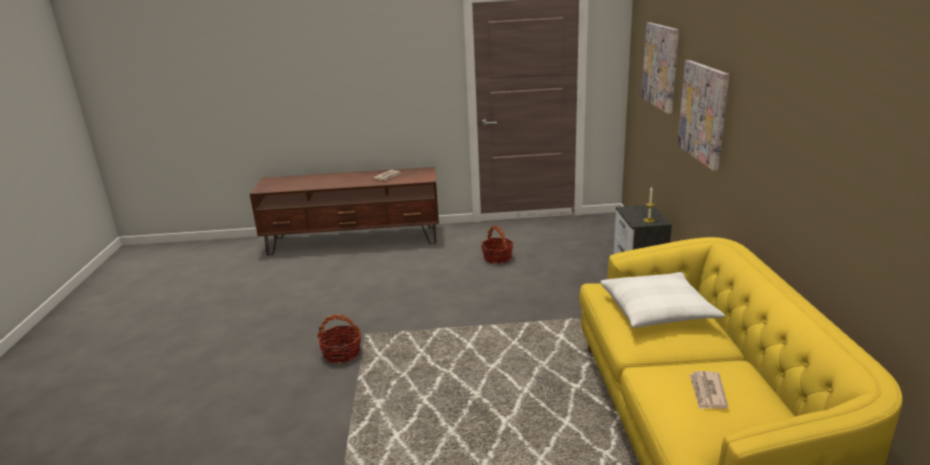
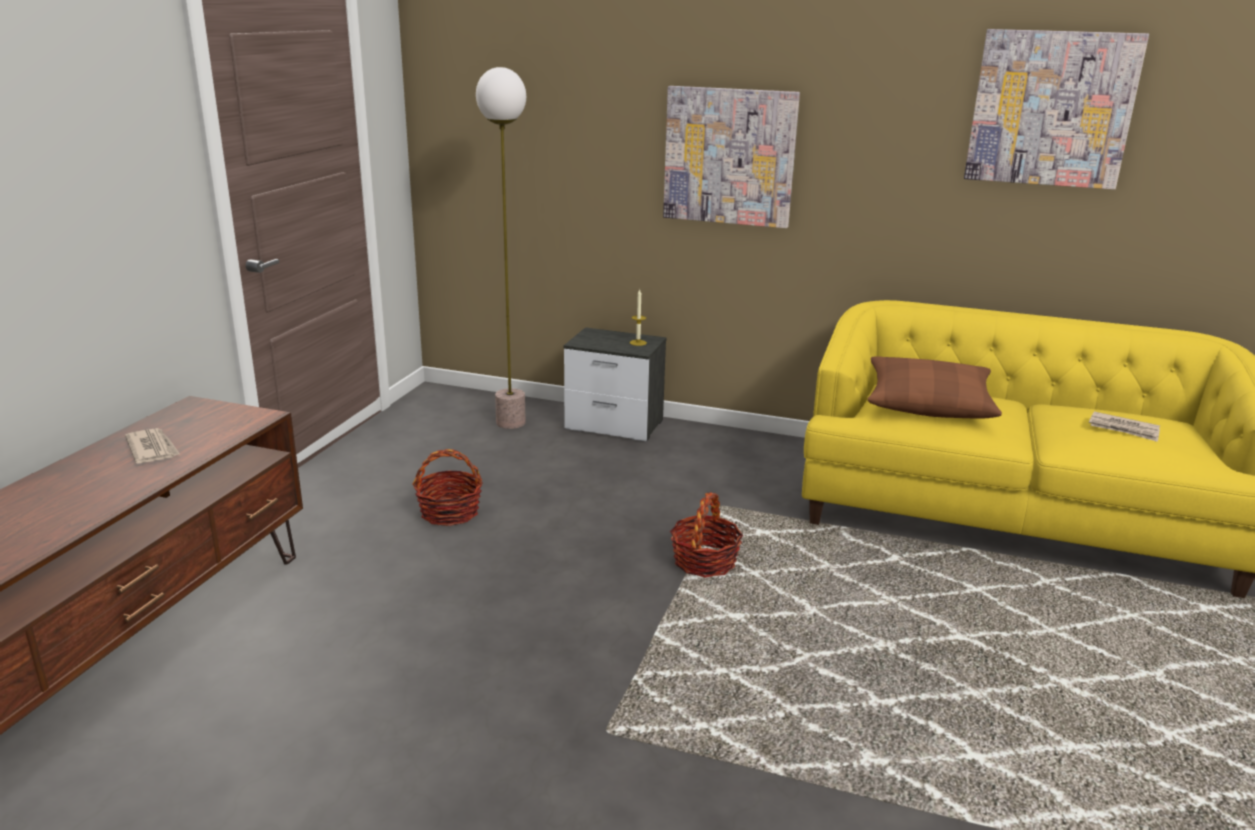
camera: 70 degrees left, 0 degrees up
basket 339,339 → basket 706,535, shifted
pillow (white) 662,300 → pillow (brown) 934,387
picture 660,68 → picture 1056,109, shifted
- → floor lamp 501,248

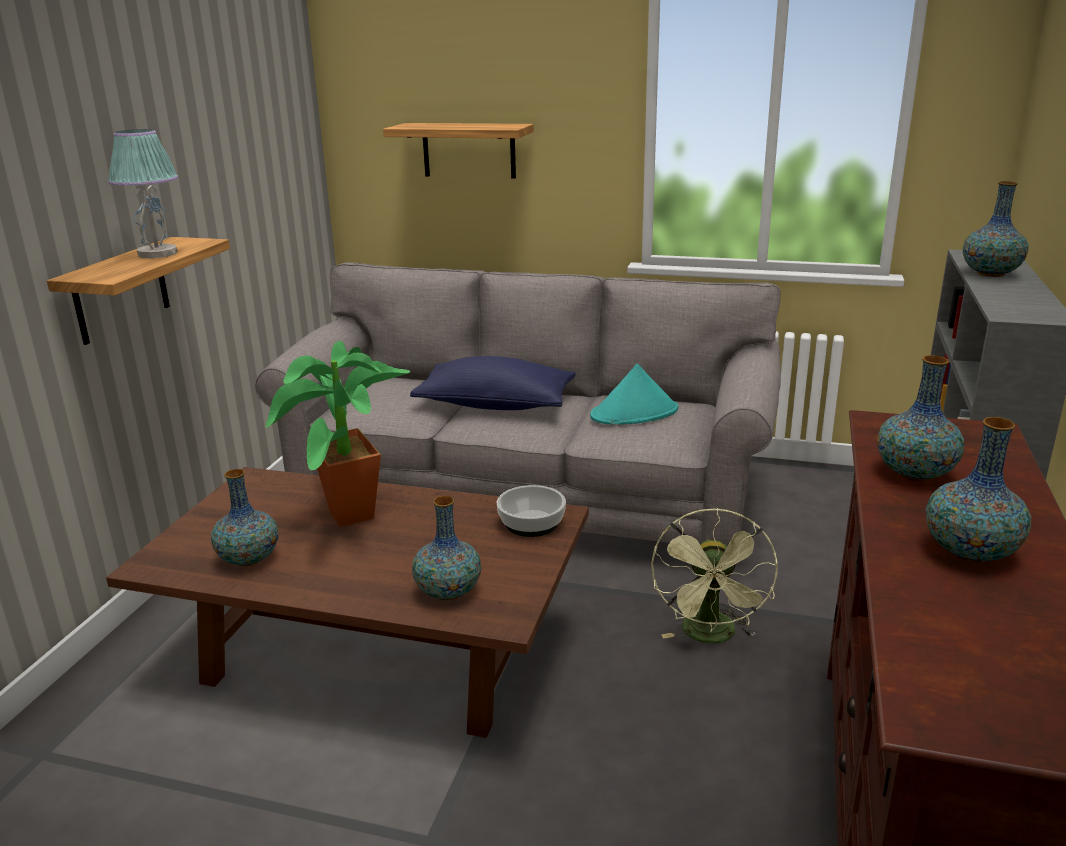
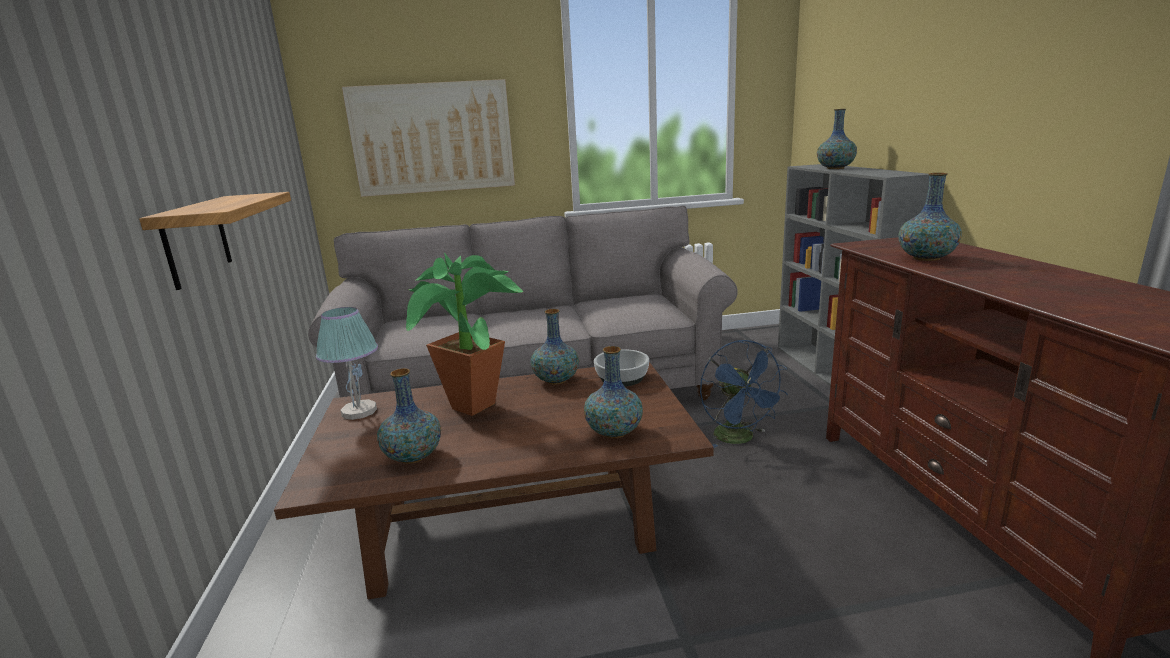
camera: 25 degrees left, 5 degrees down
table lamp 143,194 → table lamp 347,363, shifted
shelf 458,151 → picture 428,138
pillow (blue) 493,383 → -
hat (turquoise) 634,394 → -
fan (green) 714,576 → fan (blue) 744,394
vase 979,490 → vase 555,347, shifted

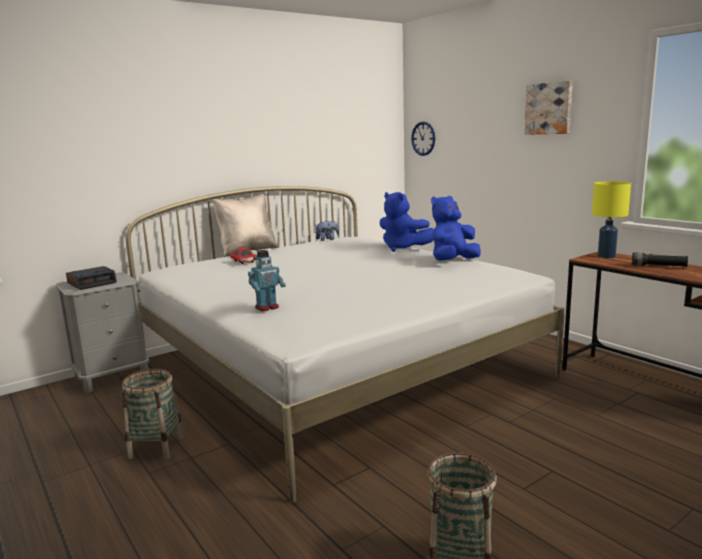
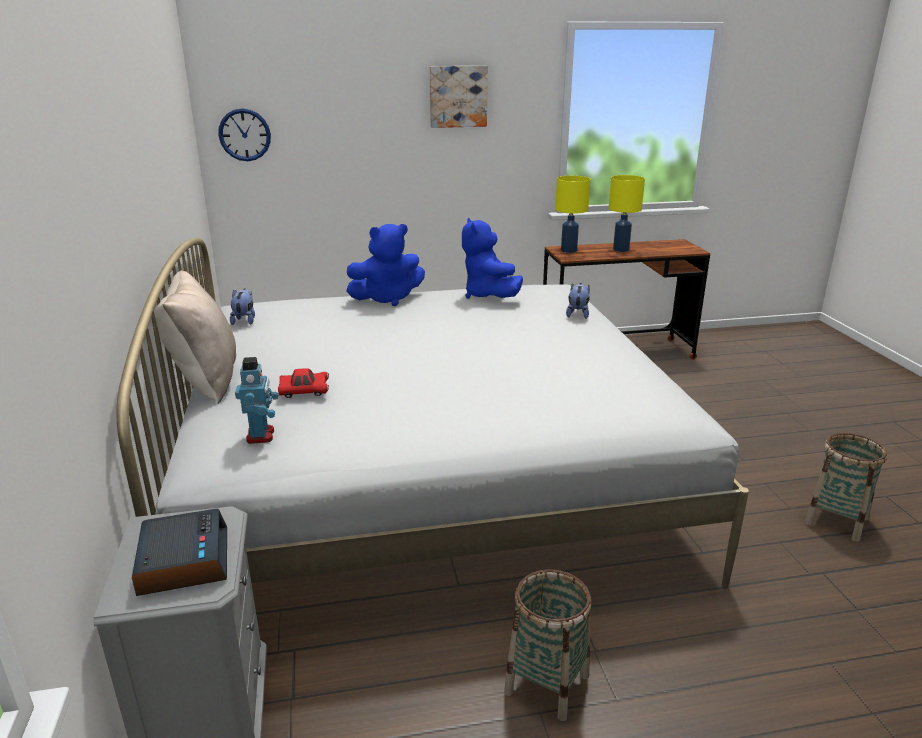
camera: 65 degrees left, 10 degrees up
toy robot 267,281 → toy robot 257,400, shifted
flashlight (black) 660,259 → table lamp (yellow) 627,213
- → plush toy 578,301

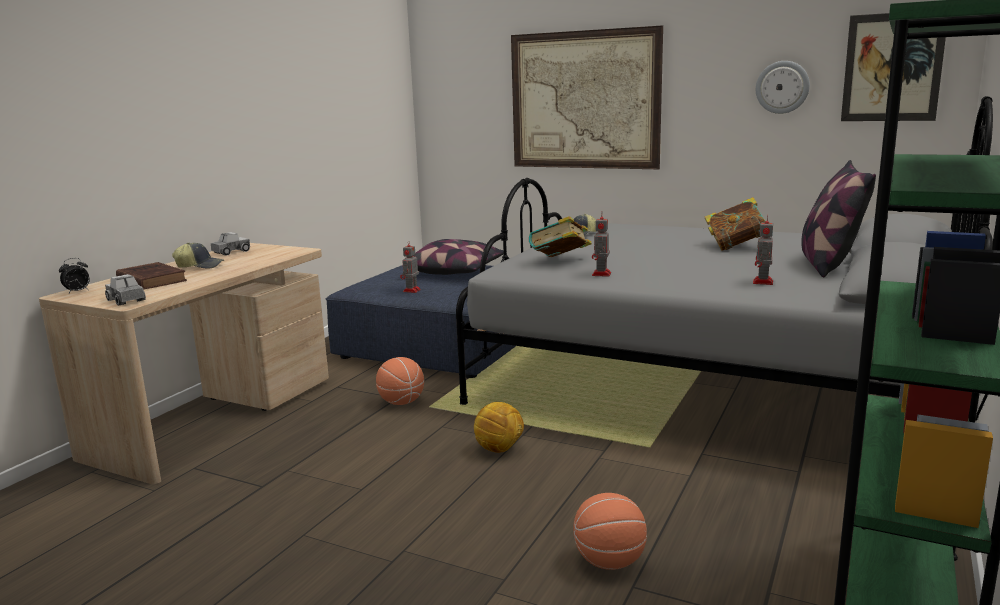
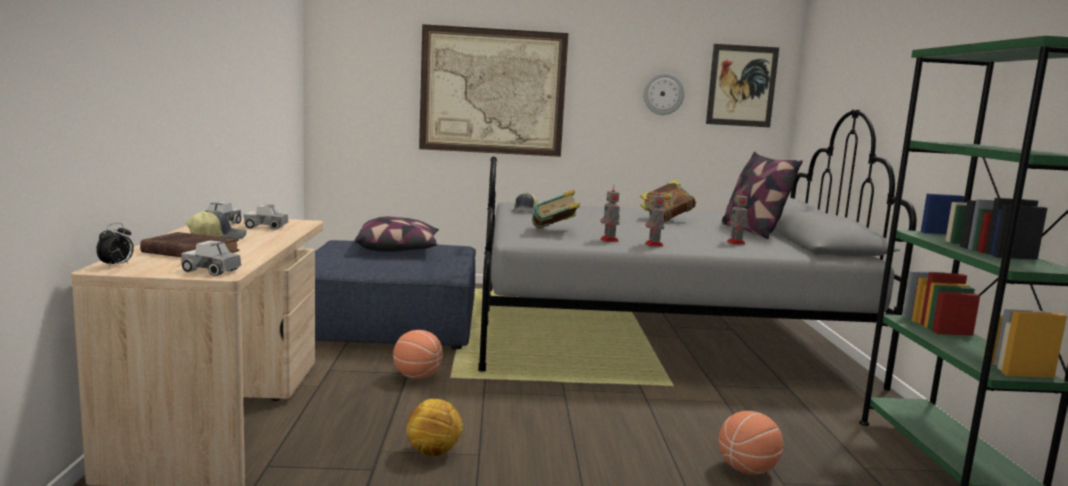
camera: 30 degrees left, 5 degrees down
toy robot 410,266 → toy robot 655,218, shifted
football 499,427 → football 435,427, shifted
- → toy truck 266,217

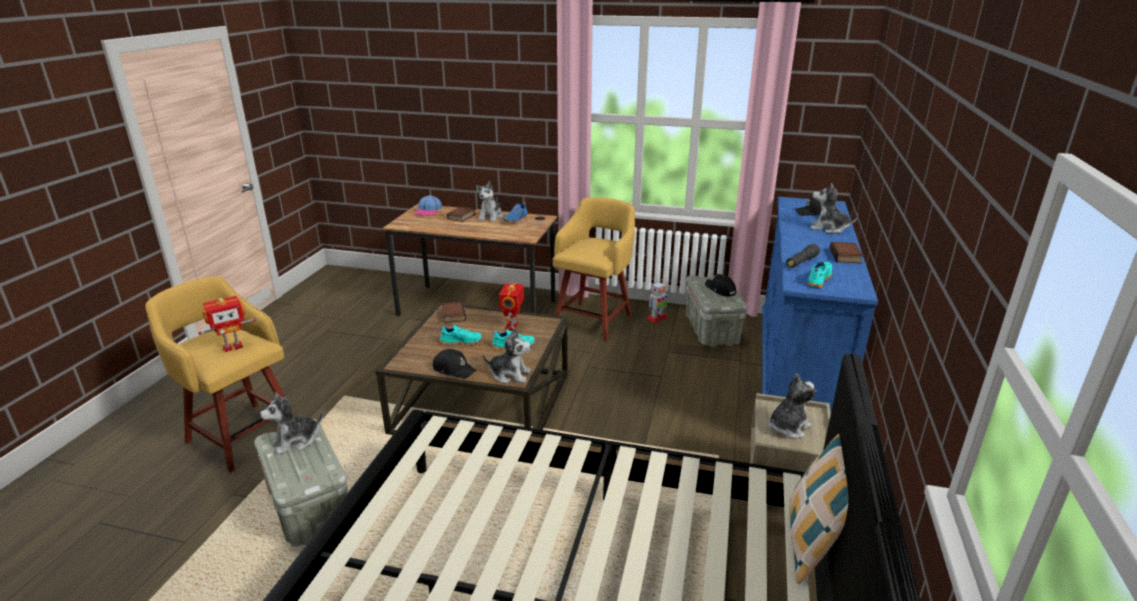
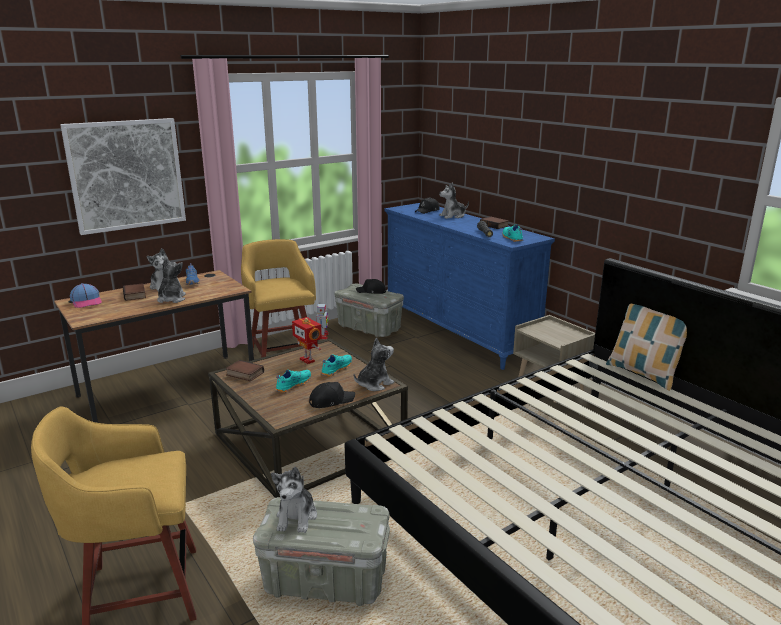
camera: 50 degrees left, 5 degrees down
toy robot 227,324 → -
plush toy 792,406 → plush toy 171,280, shifted
- → picture 123,176

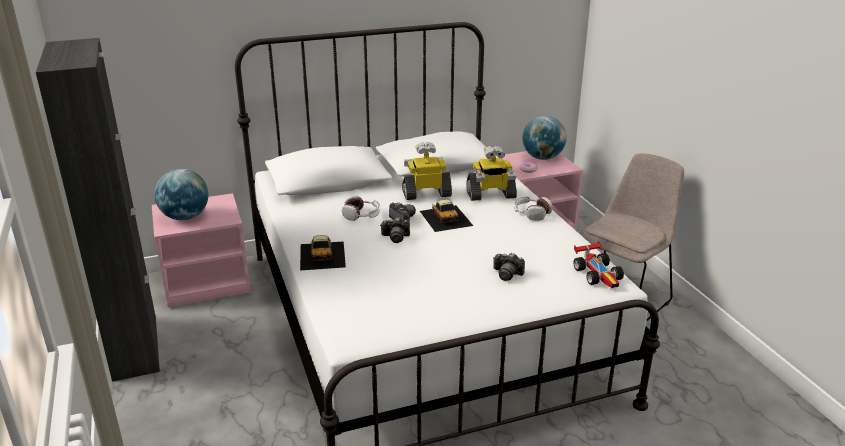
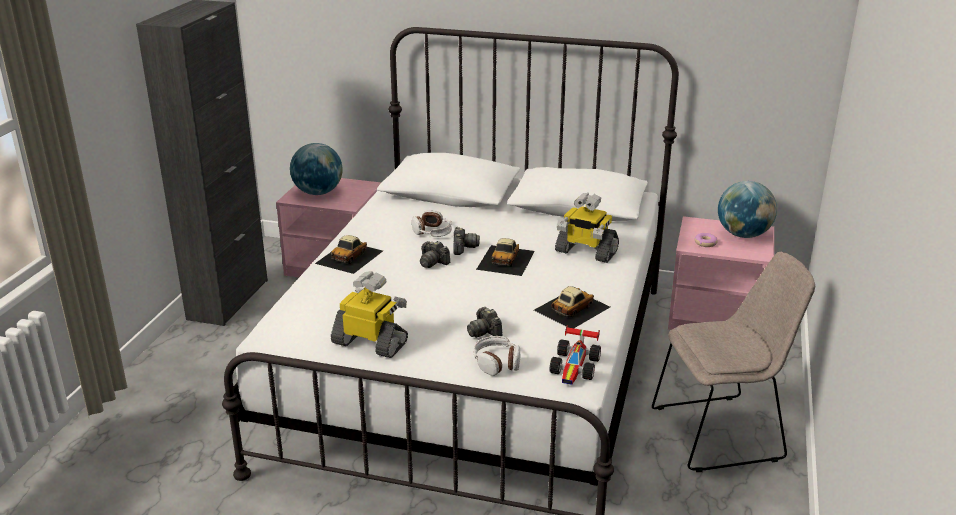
camera: 35 degrees right, 0 degrees up
toy robot 427,171 → toy robot 369,314, shifted
headphones 533,208 → headphones 497,356, shifted
- → toy car 572,307

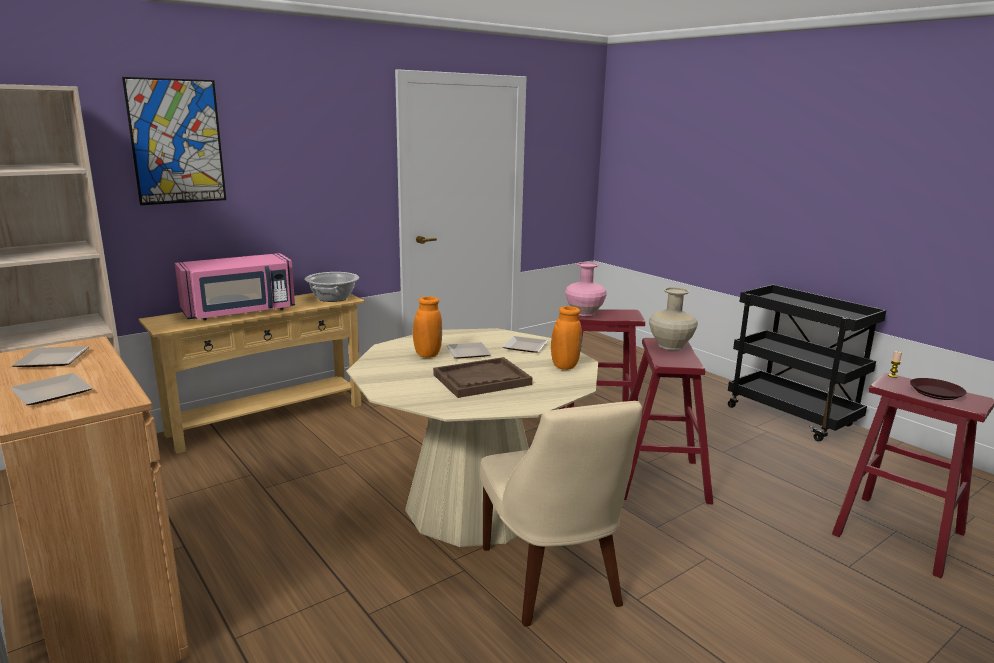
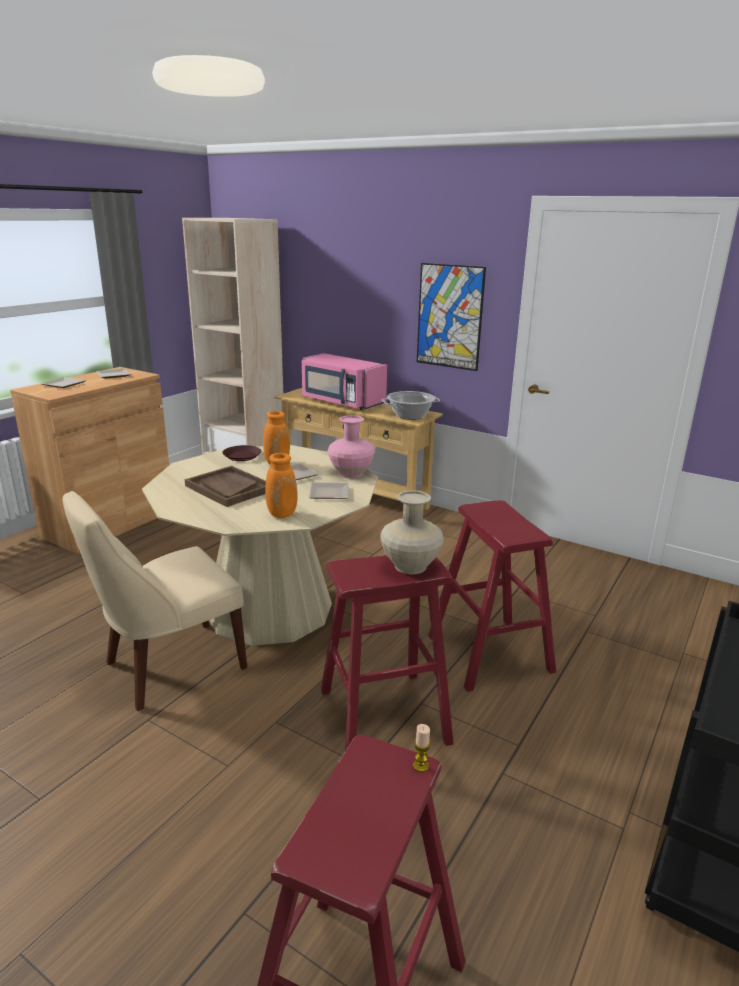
camera: 70 degrees right, 5 degrees up
picture 174,141 → picture 451,317, shifted
vase (pink) 586,289 → vase (pink) 351,446, shifted
plate (brown) 938,389 → plate (brown) 241,453, shifted

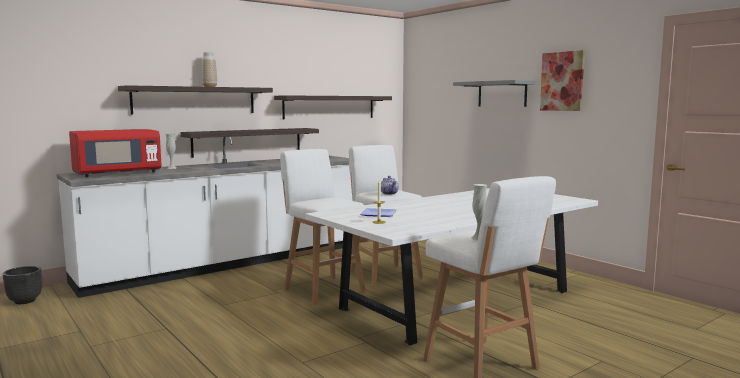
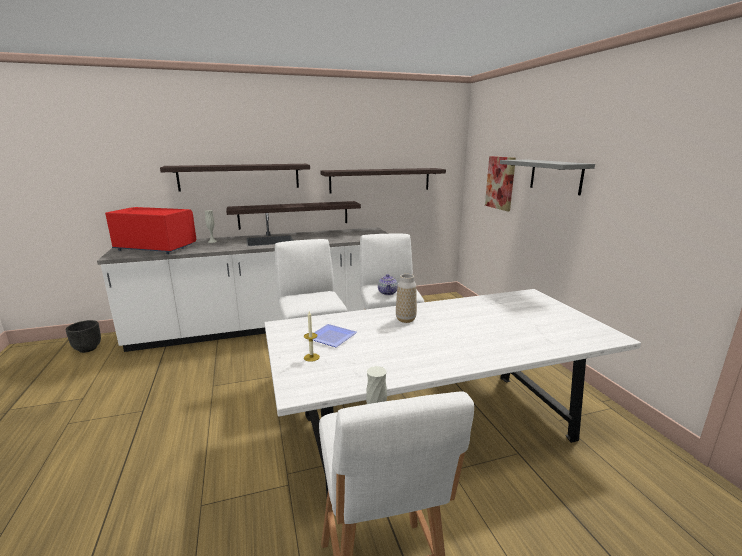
camera: 20 degrees right, 10 degrees up
microwave (red) 115,153 → microwave (red) 150,230, 150 degrees counterclockwise
vase 209,69 → vase 406,298, shifted
picture 562,80 → picture 500,183, shifted

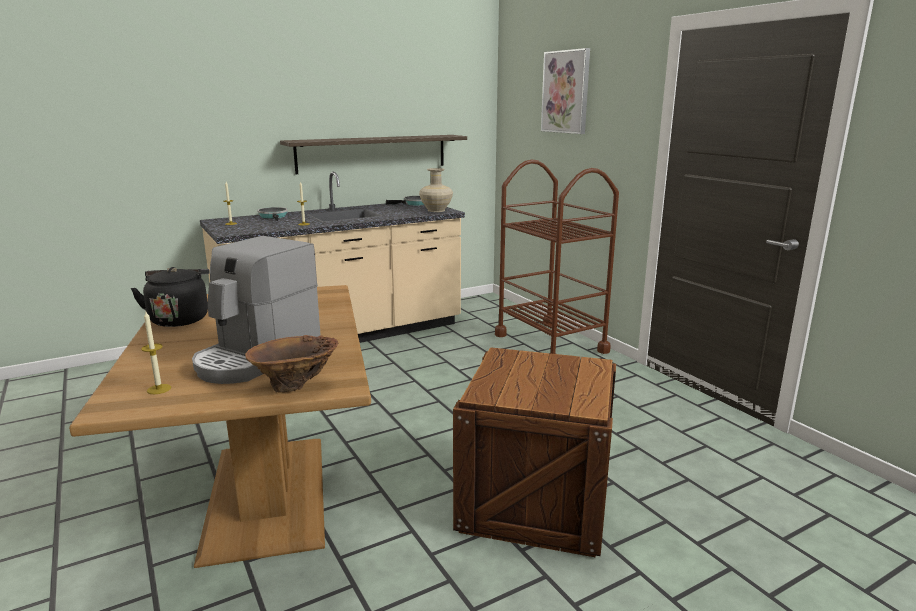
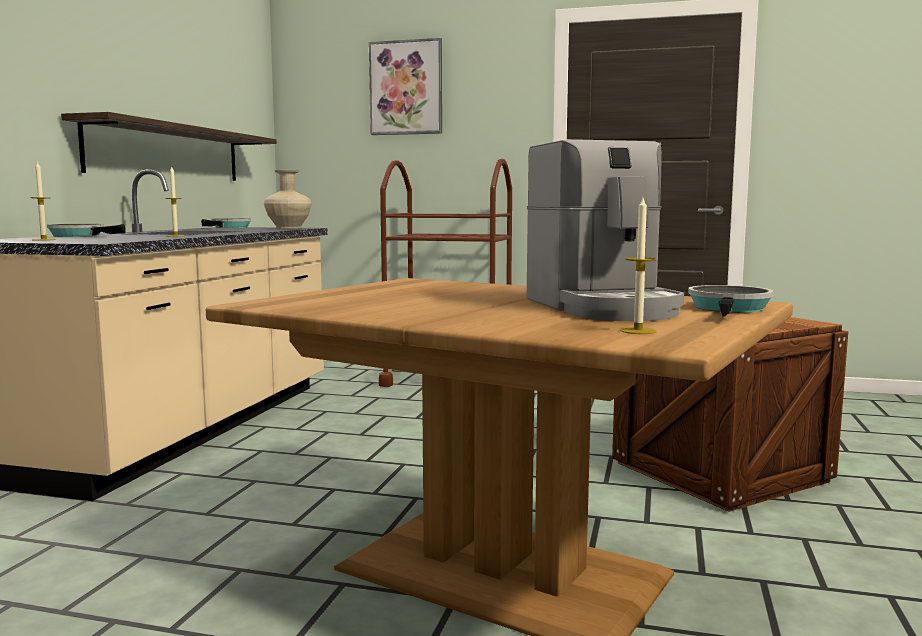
camera: 45 degrees left, 10 degrees down
kettle (black) 170,297 → -
vase (brown) 291,364 → frying pan 731,301

